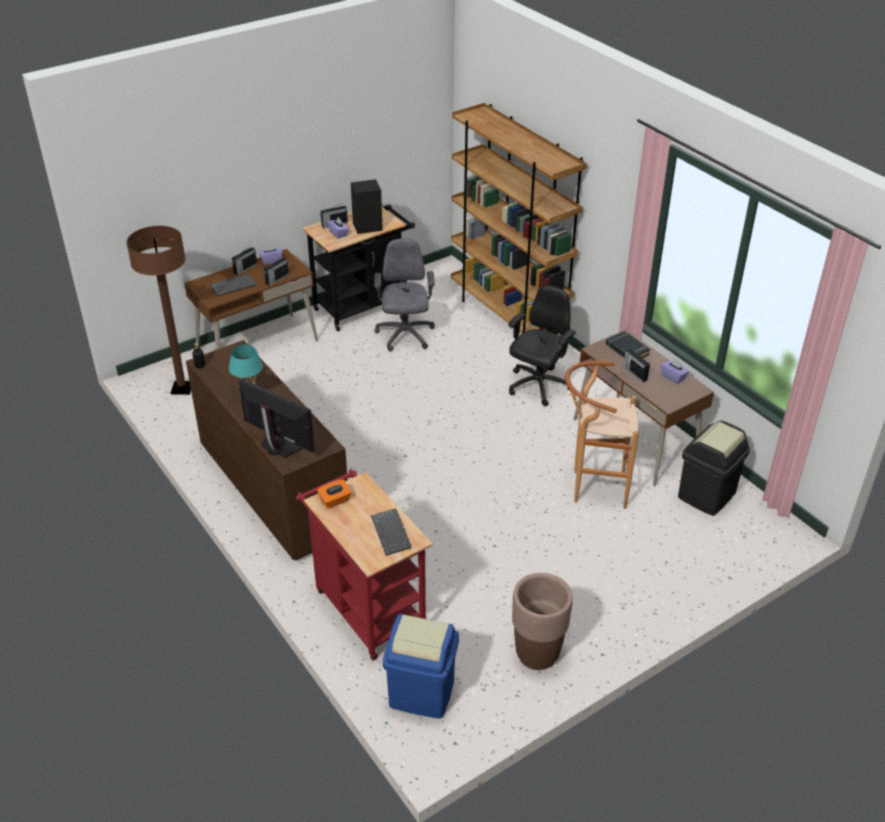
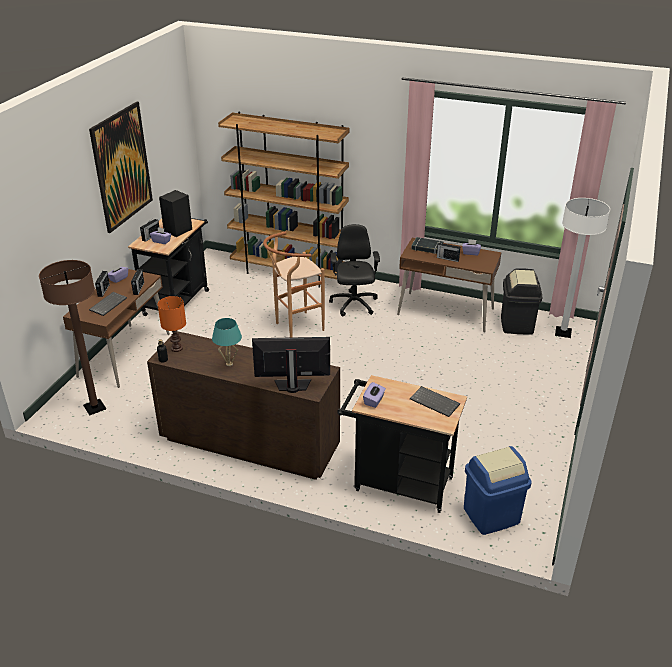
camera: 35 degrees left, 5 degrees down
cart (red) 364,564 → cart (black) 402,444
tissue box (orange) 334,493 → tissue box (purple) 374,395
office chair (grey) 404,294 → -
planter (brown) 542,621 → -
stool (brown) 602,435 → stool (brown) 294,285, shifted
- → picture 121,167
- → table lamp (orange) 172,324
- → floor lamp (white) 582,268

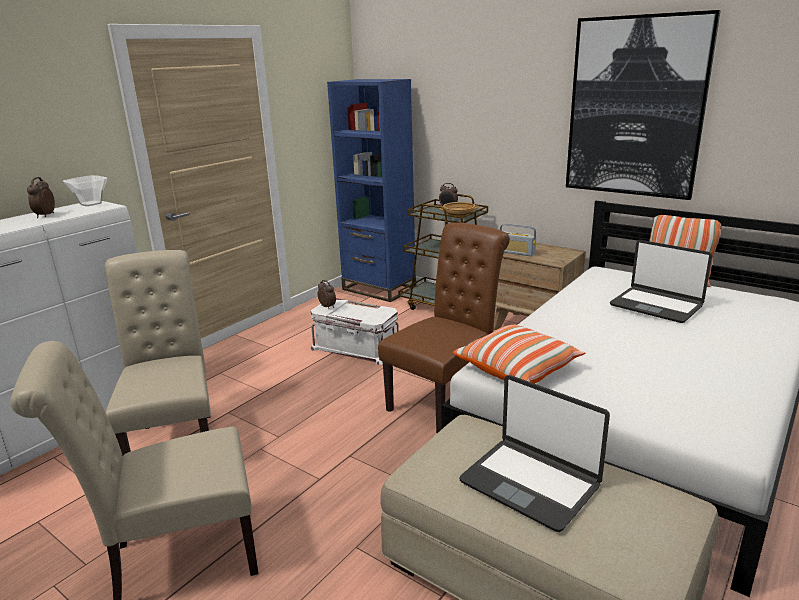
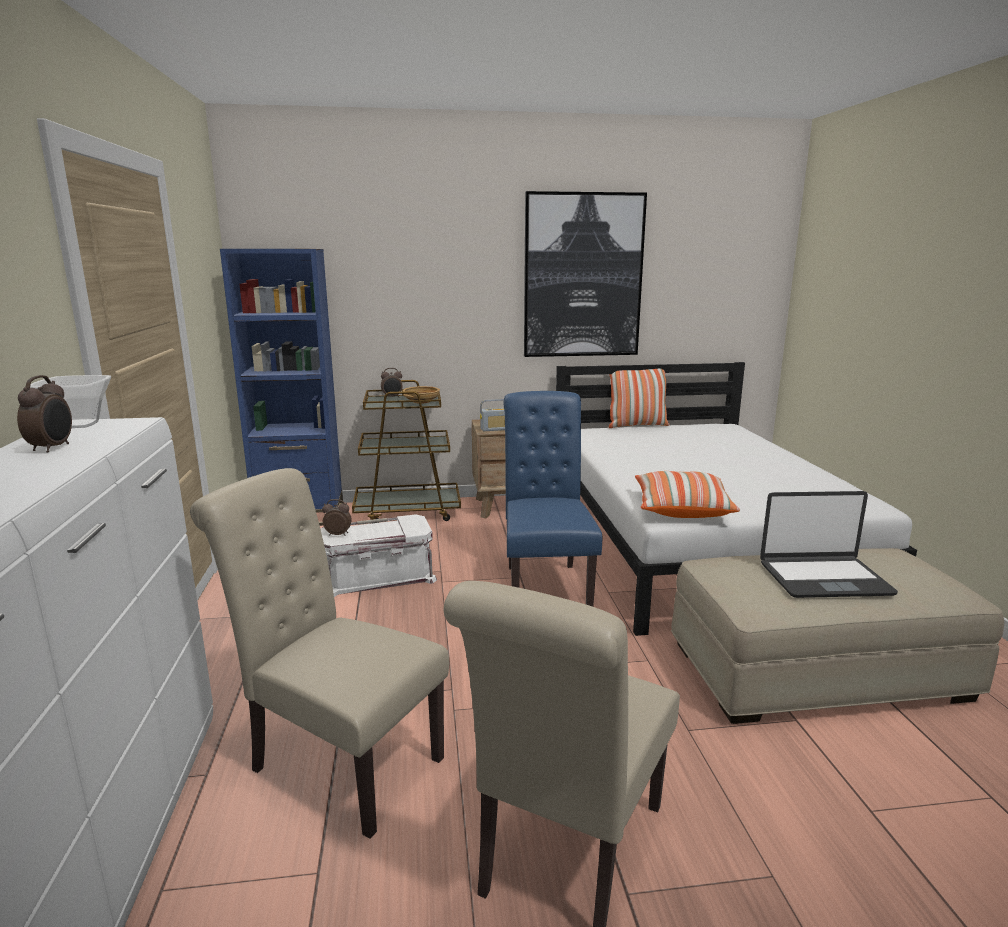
camera: 45 degrees left, 5 degrees down
alarm clock 41,197 → alarm clock 44,414, 135 degrees counterclockwise
chair (brown) 444,327 → chair (blue) 553,499
laptop 661,281 → -

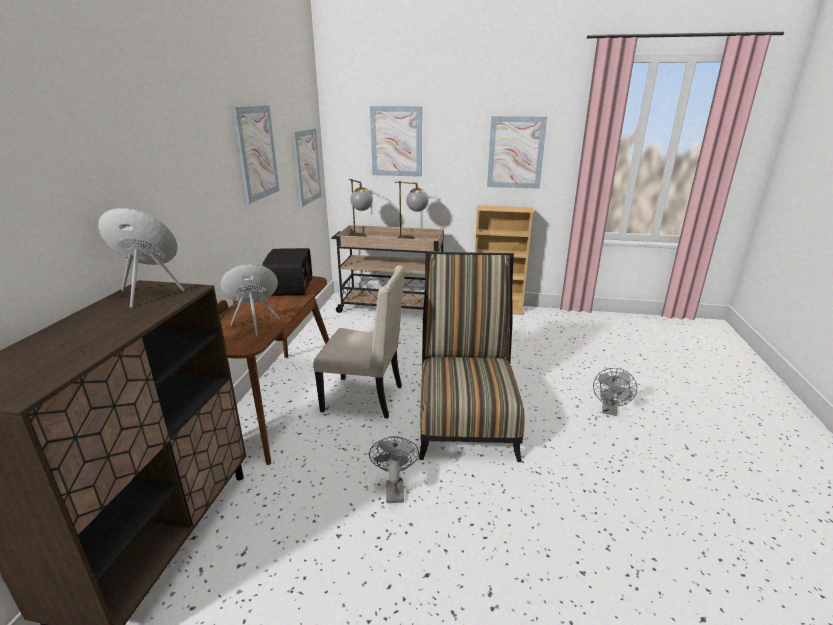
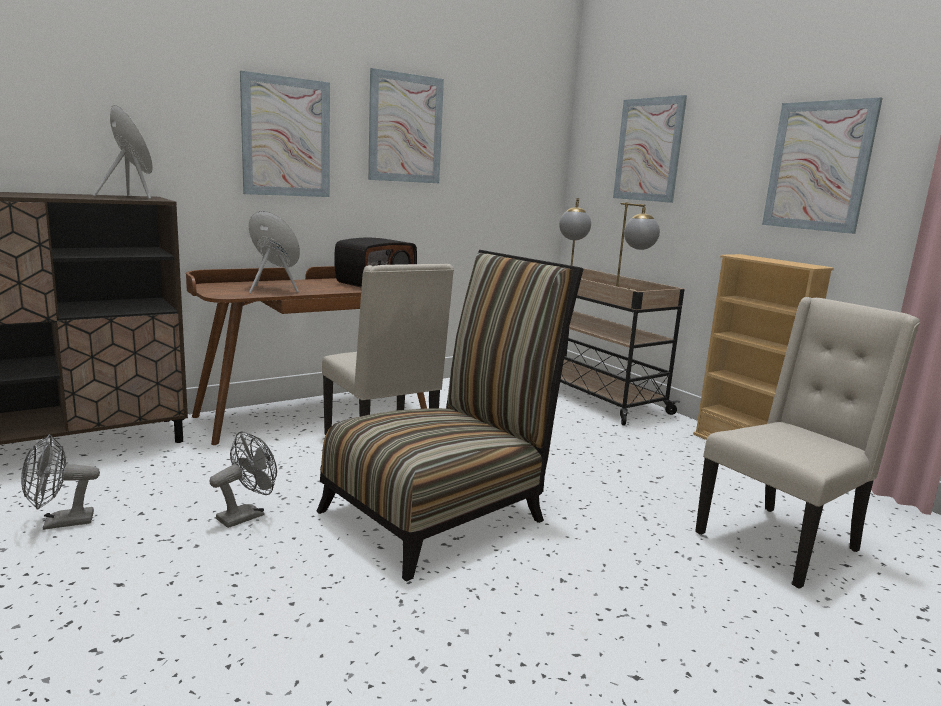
camera: 45 degrees right, 10 degrees down
picture 307,167 → picture 285,134, shifted
fan (grey) 615,392 → fan (grey) 60,482, shifted
- → chair (beige) 807,443

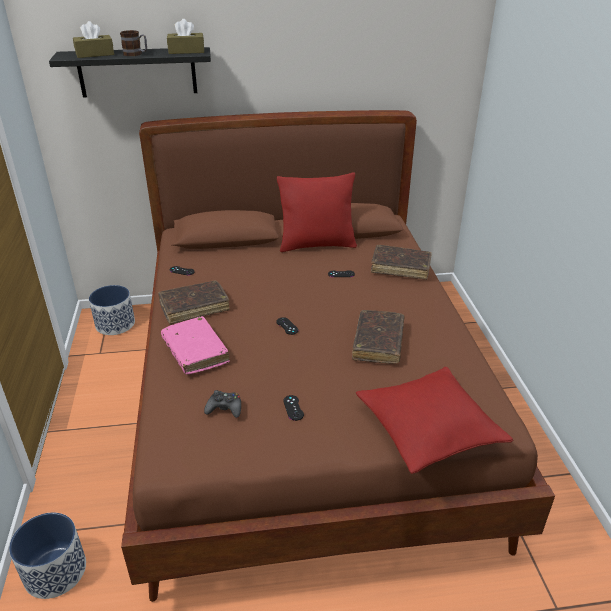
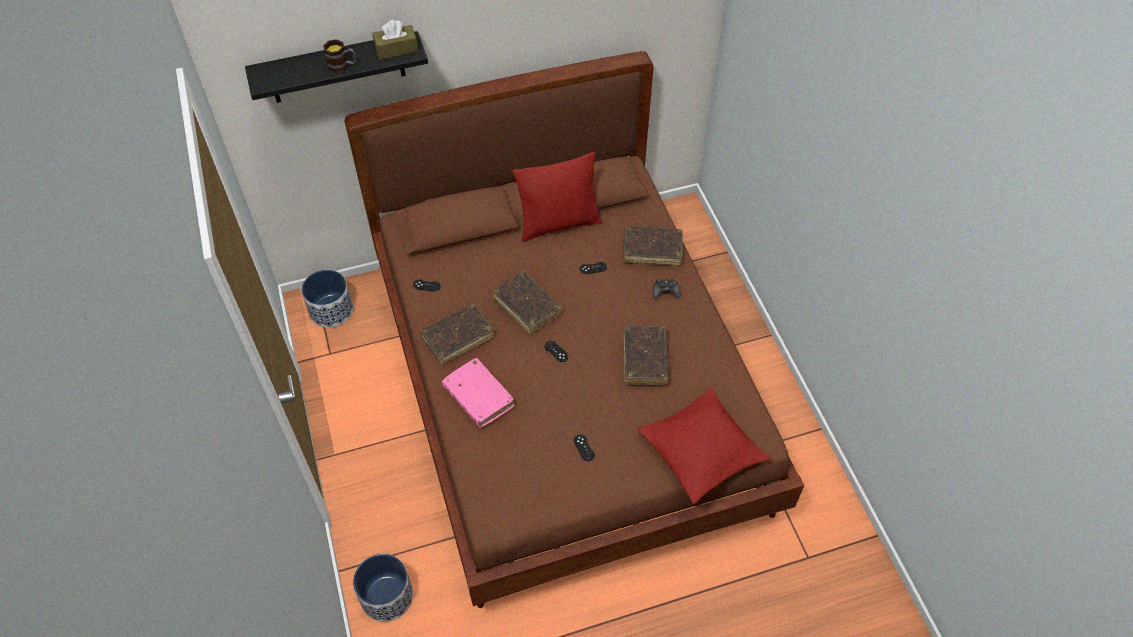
camera: 10 degrees left, 20 degrees up
tissue box (brown) 93,39 → -
game controller (black) 222,404 → game controller (black) 667,288, shifted
- → book (brown) 527,303

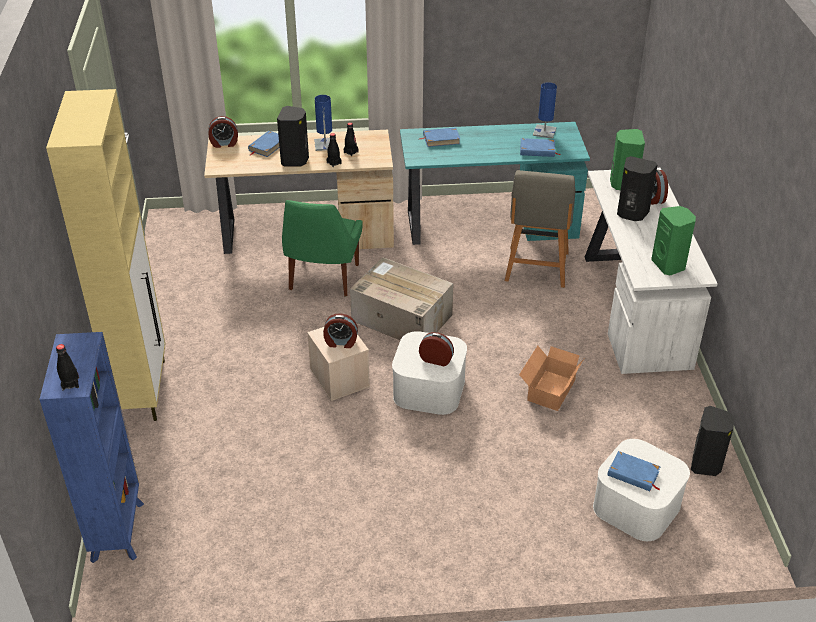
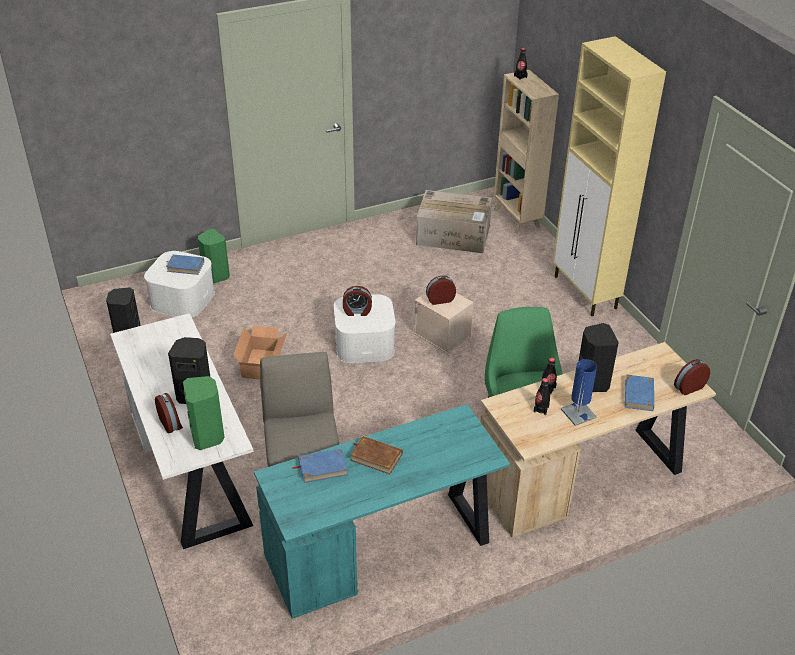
camera: 160 degrees right, 0 degrees up
bookcase (blue) 91,447 → bookcase (beige) 526,152
cardboard box 402,298 → cardboard box 454,221, shifted
book (blue) 439,137 → -
table lamp (blue) 545,110 → -
speaker (green) 673,240 → speaker (green) 214,256, shifted
- → book (brown) 376,455

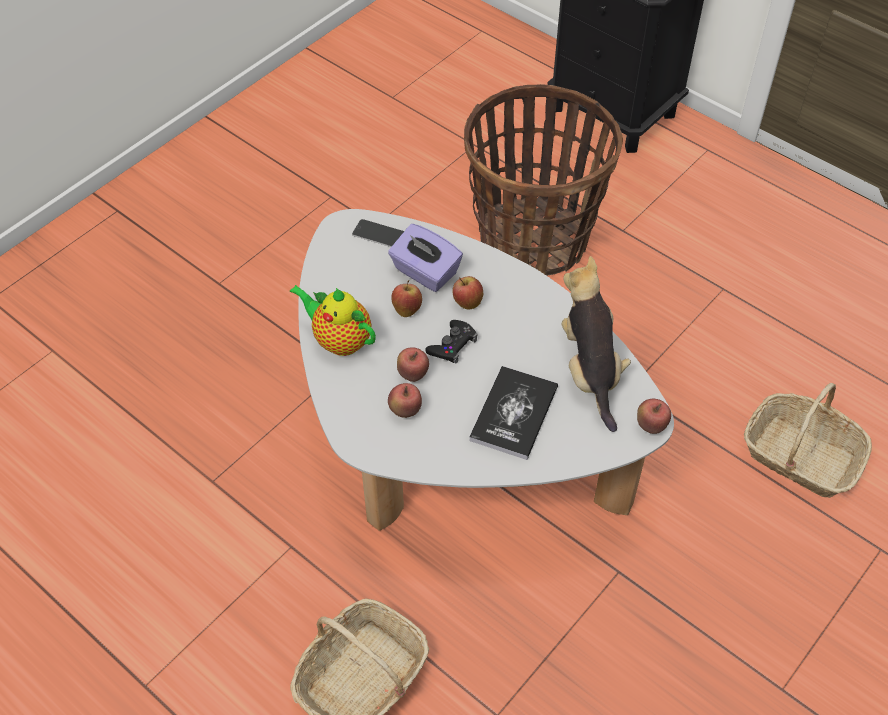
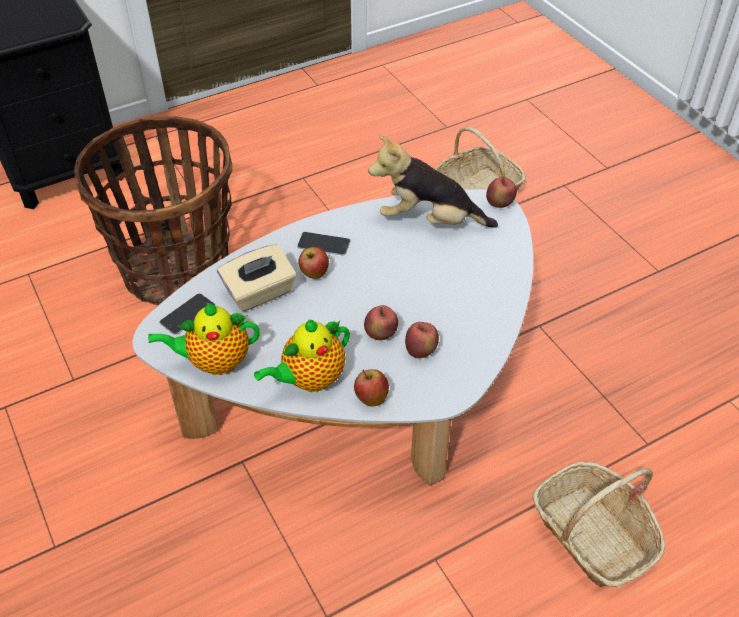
camera: 70 degrees left, 5 degrees down
tissue box (purple) 425,258 → tissue box (beige) 256,278
apple 406,298 → apple 371,387, shifted
game controller (black) 451,341 → -
book 513,413 → -
- → teapot 204,339
- → phone 324,244

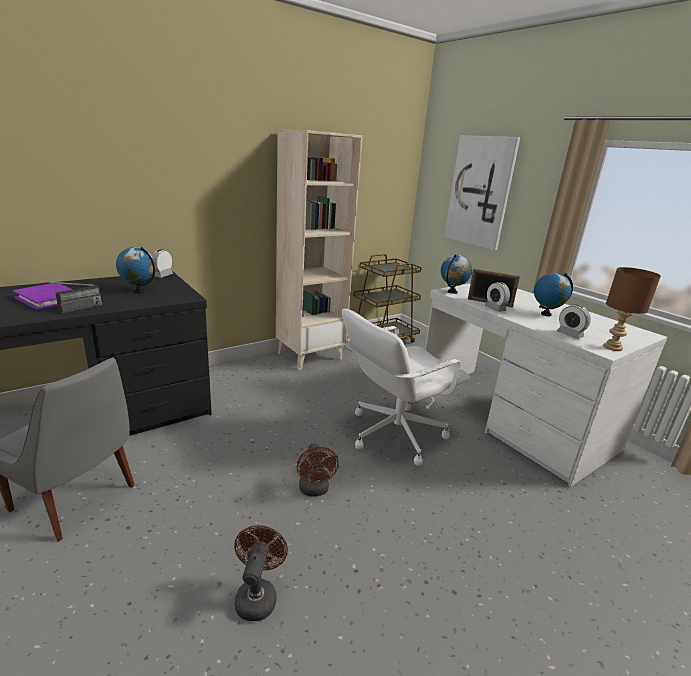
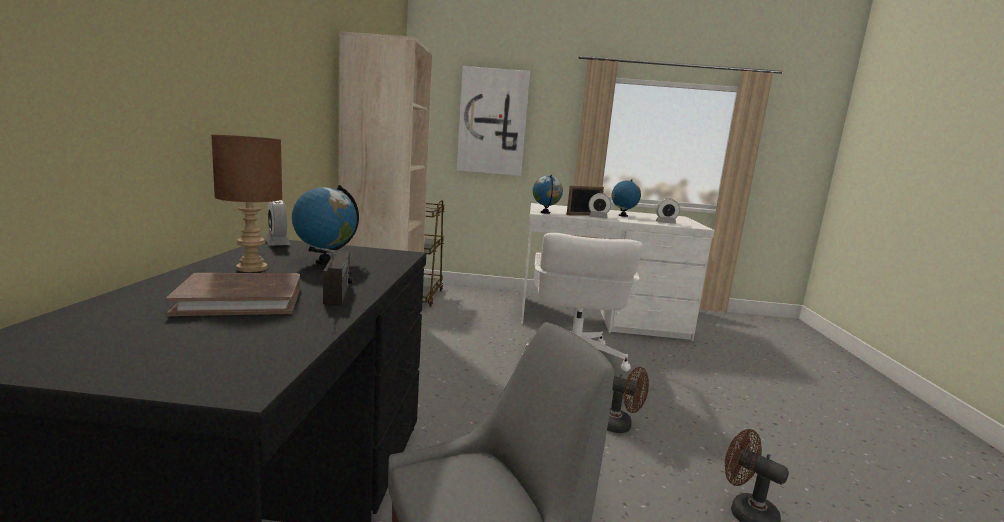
camera: 50 degrees left, 10 degrees down
book (purple) 43,296 → book (brown) 233,294
table lamp (brown) 632,309 → table lamp (brown) 246,203, shifted

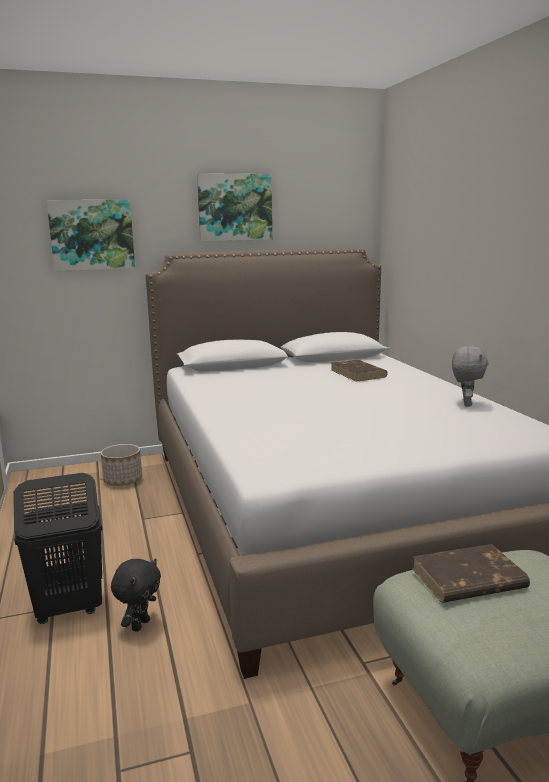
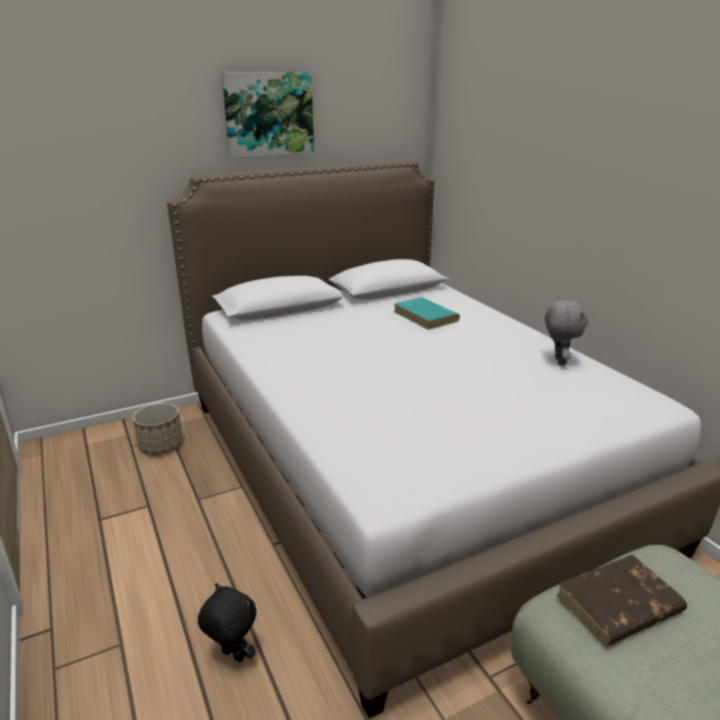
camera: 10 degrees left, 10 degrees up
laundry basket (black) 57,548 → -
picture 91,235 → -
plush toy (black) 136,595 → plush toy (black) 227,622, 75 degrees counterclockwise
book (brown) 359,371 → book (turquoise) 427,313

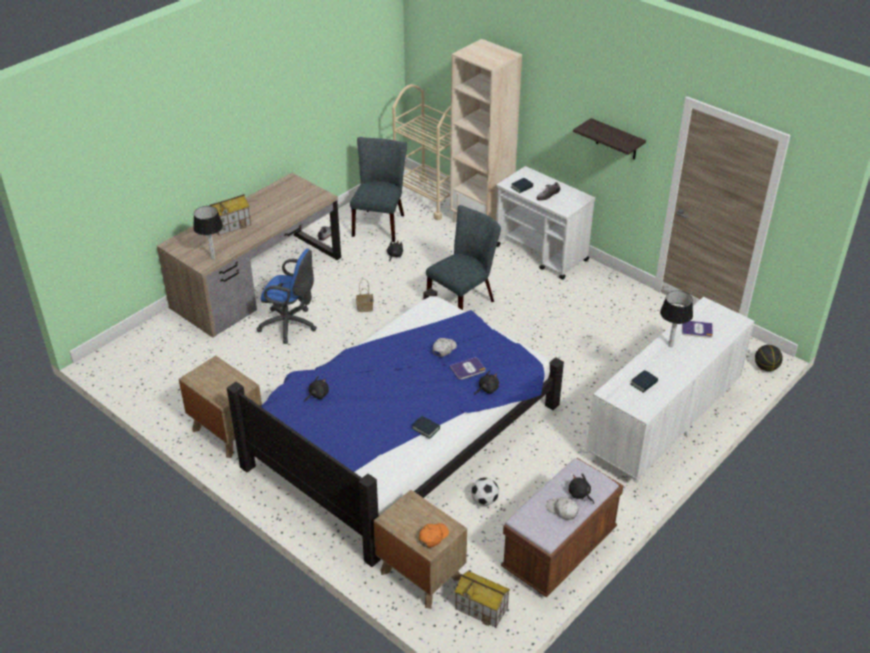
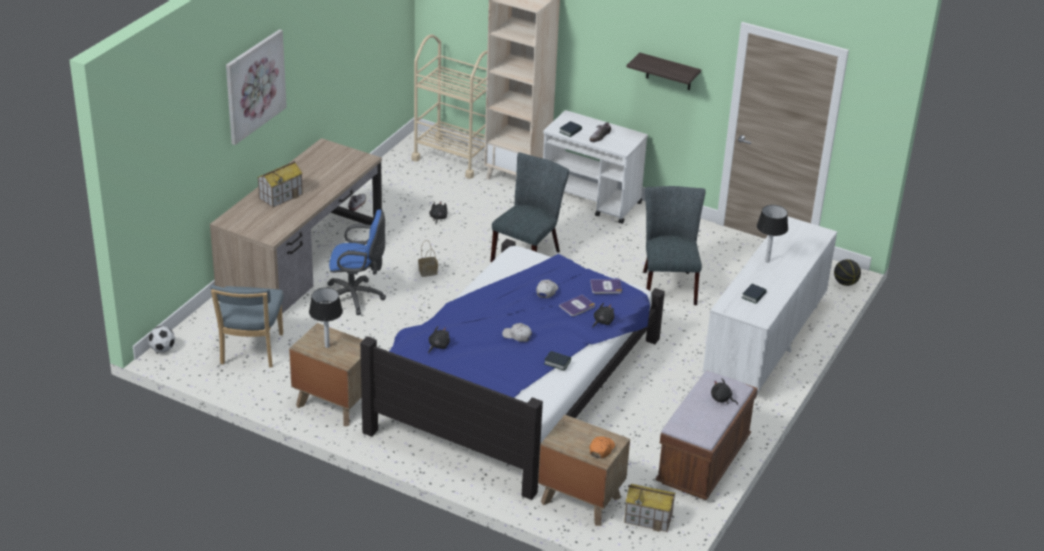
camera: 15 degrees left, 5 degrees down
table lamp 208,232 → table lamp 326,318, shifted
chair (grey) 378,189 → chair (grey) 674,245, shifted
football 485,491 → football 161,339, shifted
cap (white) 562,508 → cap (white) 517,332, shifted
book 697,329 → book 606,286, shifted
- → chair (blue) 247,326
- → picture 256,87

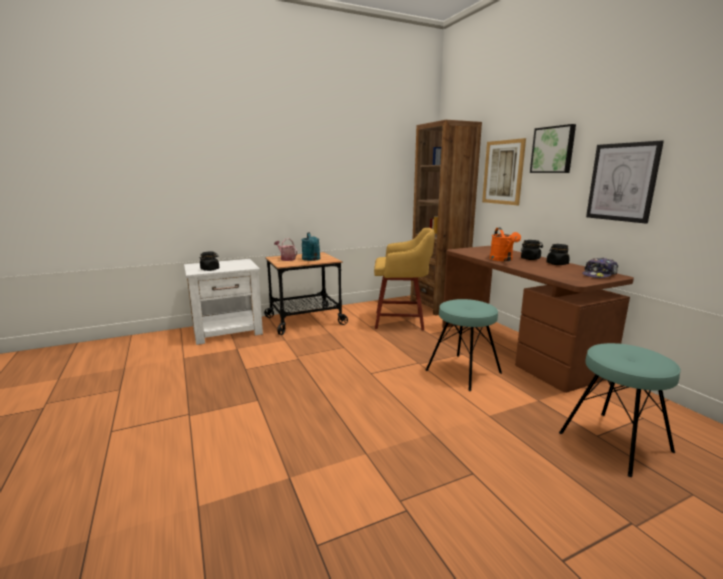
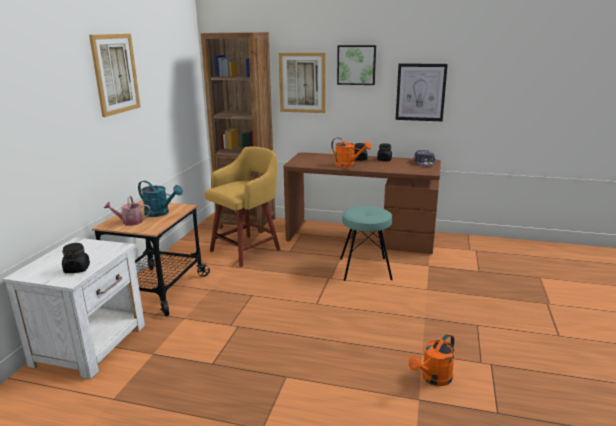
camera: 50 degrees left, 5 degrees up
stool (turquoise) 620,410 → -
- → picture 115,75
- → watering can (orange) 431,360

